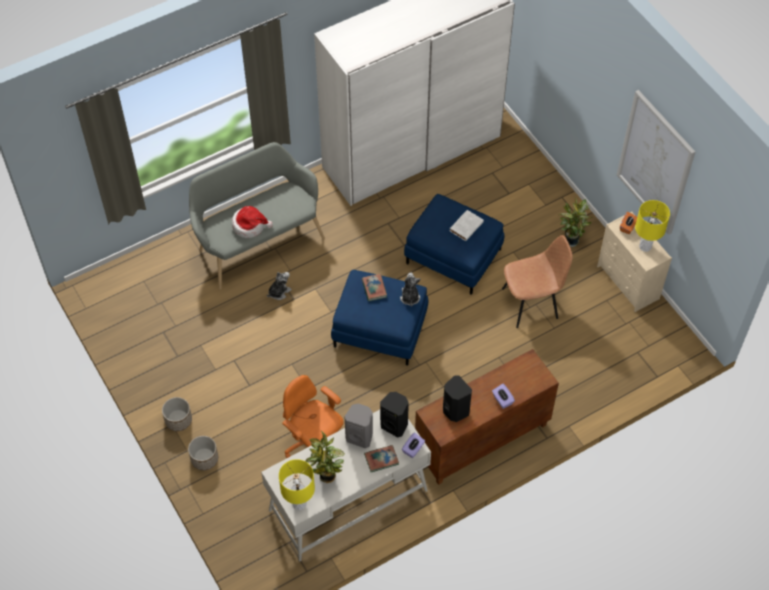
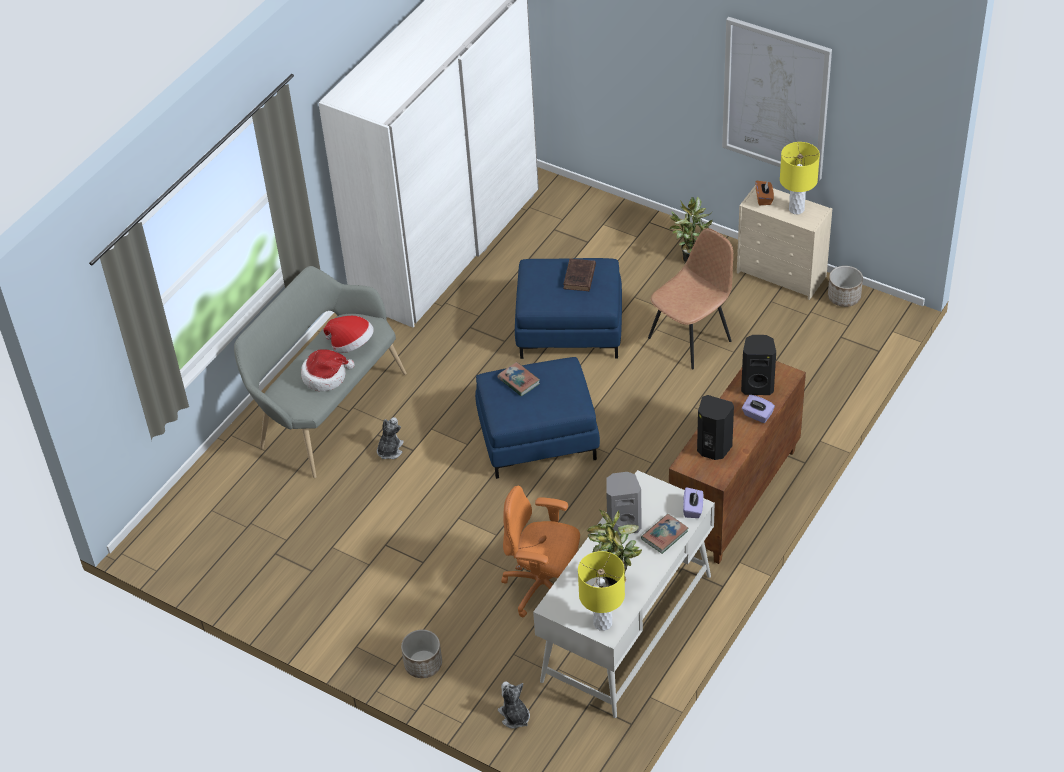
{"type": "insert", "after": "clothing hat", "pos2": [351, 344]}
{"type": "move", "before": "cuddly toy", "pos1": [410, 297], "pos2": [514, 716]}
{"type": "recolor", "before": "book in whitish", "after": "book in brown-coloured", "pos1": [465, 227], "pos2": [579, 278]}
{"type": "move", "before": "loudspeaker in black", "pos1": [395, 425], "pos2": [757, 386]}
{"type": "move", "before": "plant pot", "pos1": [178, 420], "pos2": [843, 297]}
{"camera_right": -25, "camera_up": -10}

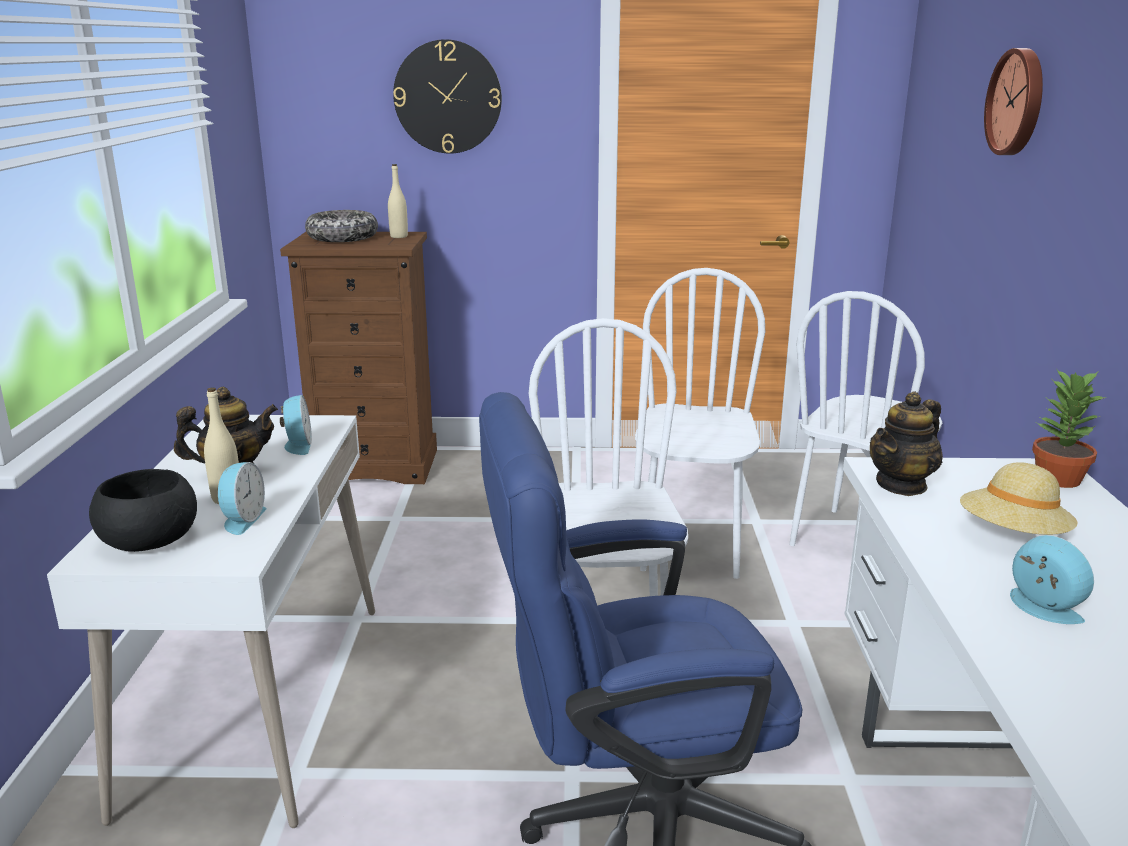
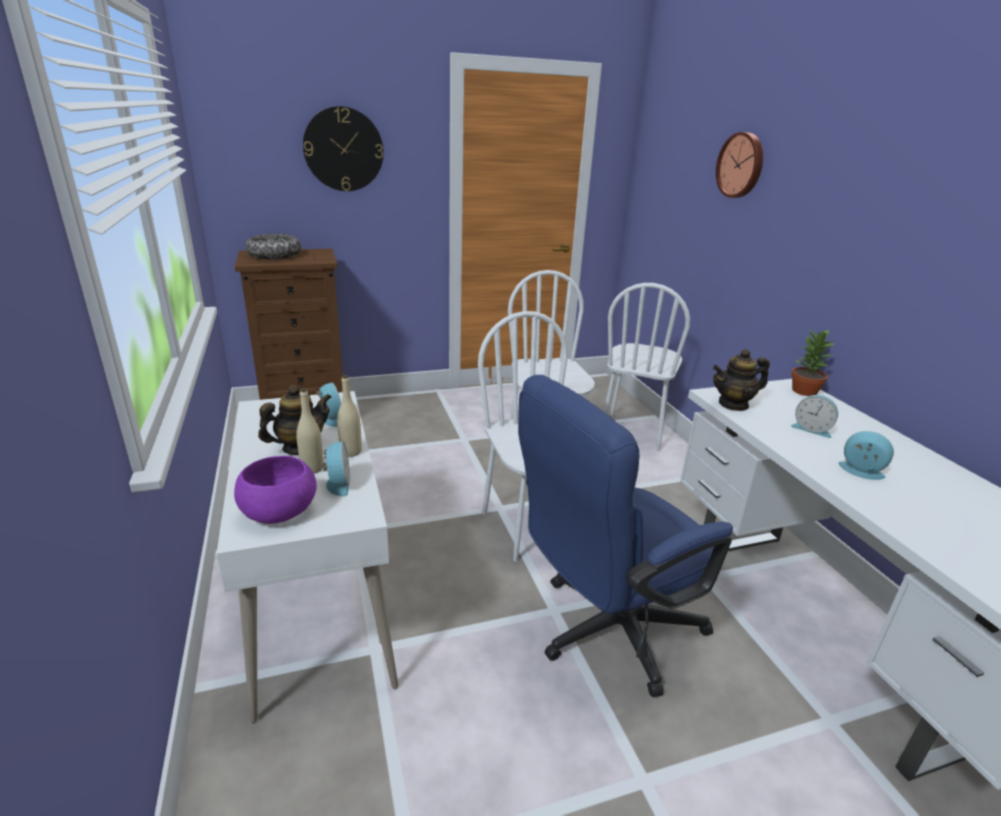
{"type": "recolor", "before": "serving bowl in black", "after": "serving bowl in purplish", "pos1": [151, 540], "pos2": [280, 510]}
{"type": "move", "before": "bottle in beige", "pos1": [399, 236], "pos2": [351, 452]}
{"type": "rotate", "before": "tea pot", "pos1": [901, 485], "pos2": [733, 404], "turn": 45}
{"type": "replace", "before": "clothing hat in beige", "after": "table clock", "pos1": [1013, 535], "pos2": [812, 429]}
{"camera_right": -20, "camera_up": 5}

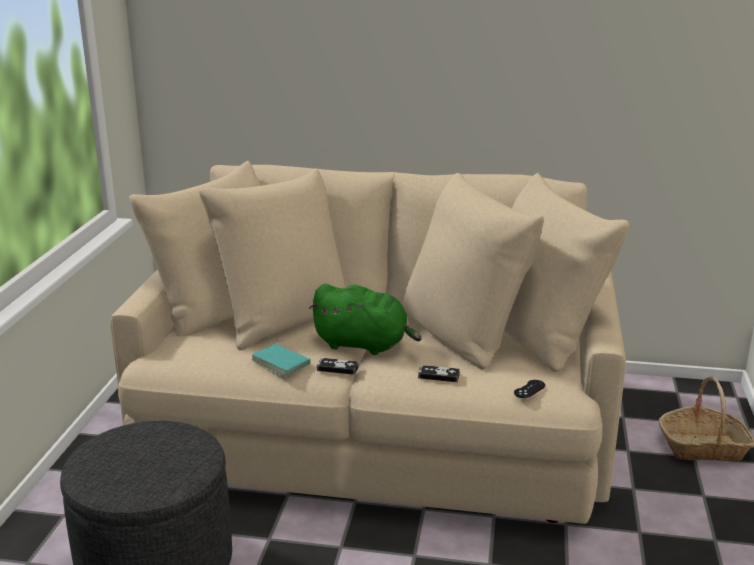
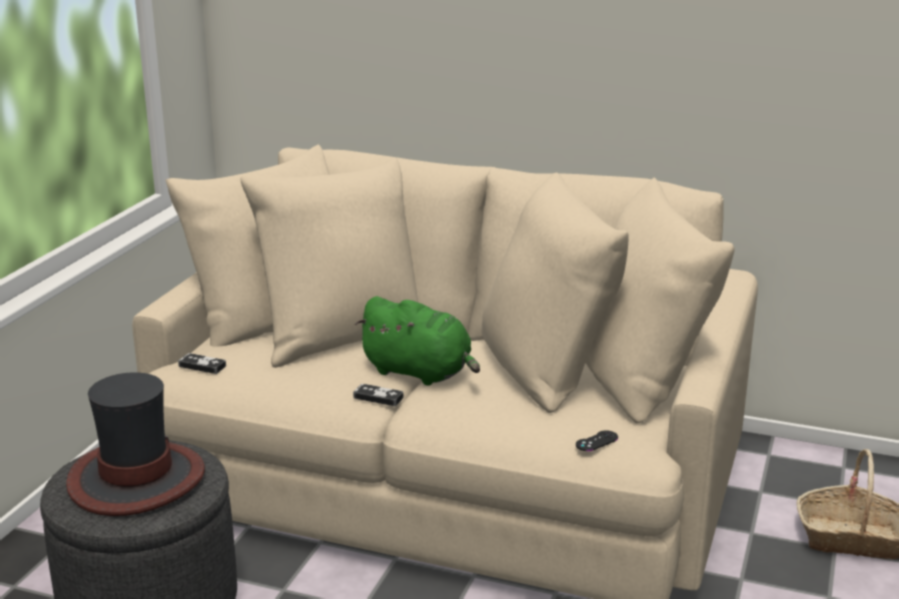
{"type": "insert", "after": "clothing hat", "pos2": [136, 479]}
{"type": "move", "before": "gamepad", "pos1": [438, 376], "pos2": [202, 366]}
{"type": "delete", "before": "book in turquoise", "pos1": [282, 362]}
{"camera_right": 10, "camera_up": 0}

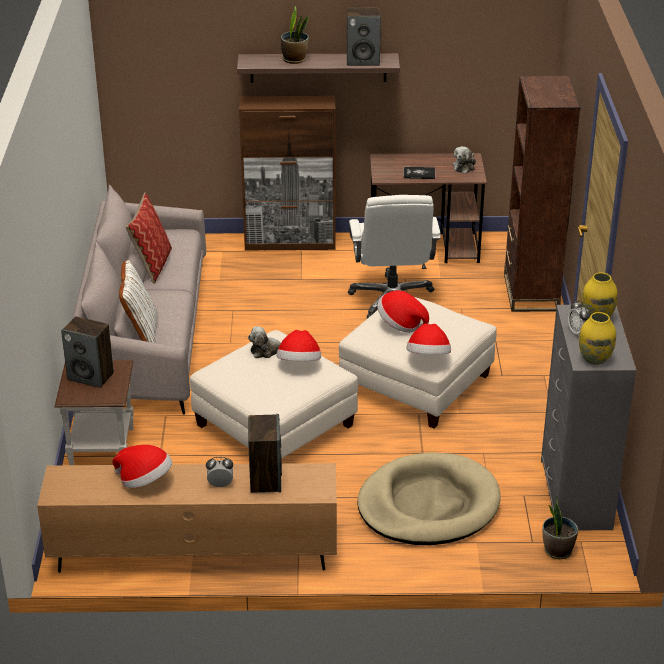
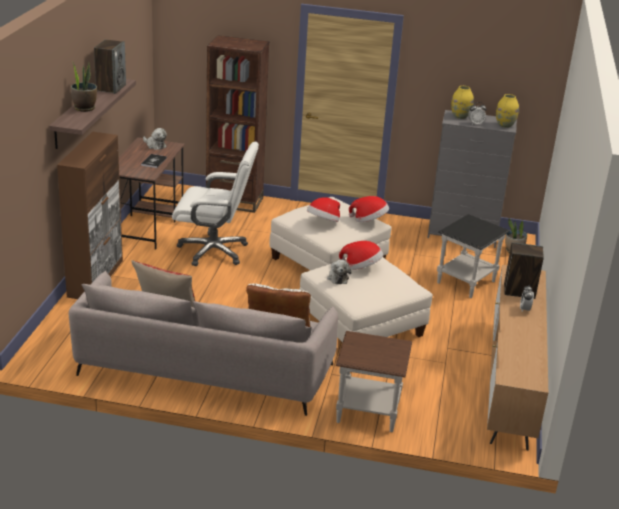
{"type": "replace", "before": "dog bed in beige", "after": "end table in black", "pos1": [428, 505], "pos2": [465, 282]}
{"type": "delete", "before": "loudspeaker", "pos1": [91, 376]}
{"type": "delete", "before": "clothing hat", "pos1": [145, 481]}
{"camera_right": -80, "camera_up": -5}

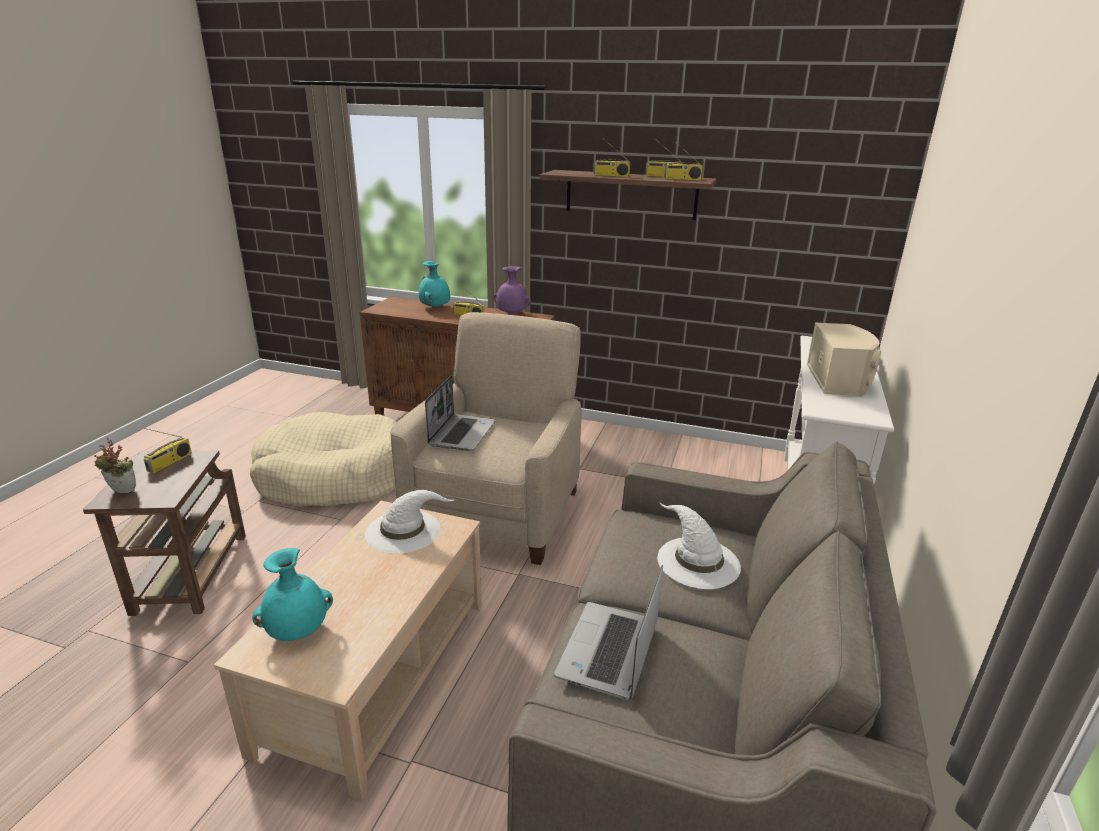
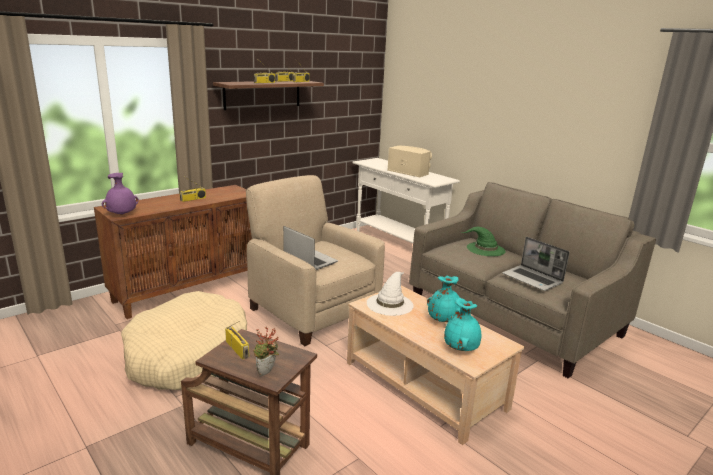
{"type": "move", "before": "vase in purplish", "pos1": [511, 314], "pos2": [122, 214]}
{"type": "move", "before": "vase in turquoise", "pos1": [435, 307], "pos2": [443, 320]}
{"type": "recolor", "before": "clothing hat in whitish", "after": "clothing hat in green", "pos1": [697, 561], "pos2": [485, 249]}
{"camera_right": -60, "camera_up": -5}

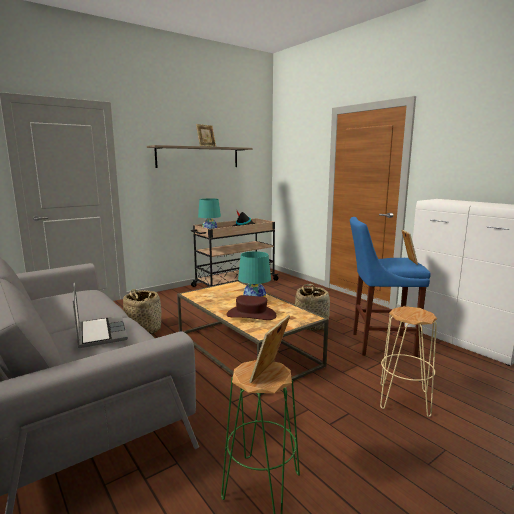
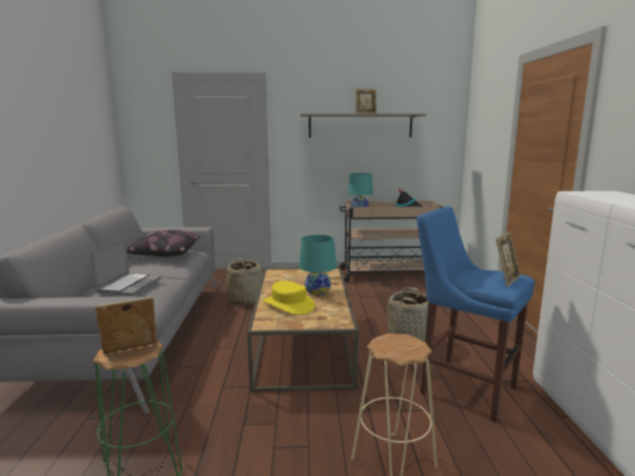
{"type": "insert", "after": "pillow", "pos2": [164, 254]}
{"type": "recolor", "before": "clothing hat in brown-coloured", "after": "clothing hat in yellowish", "pos1": [251, 315], "pos2": [289, 304]}
{"camera_right": 35, "camera_up": 0}

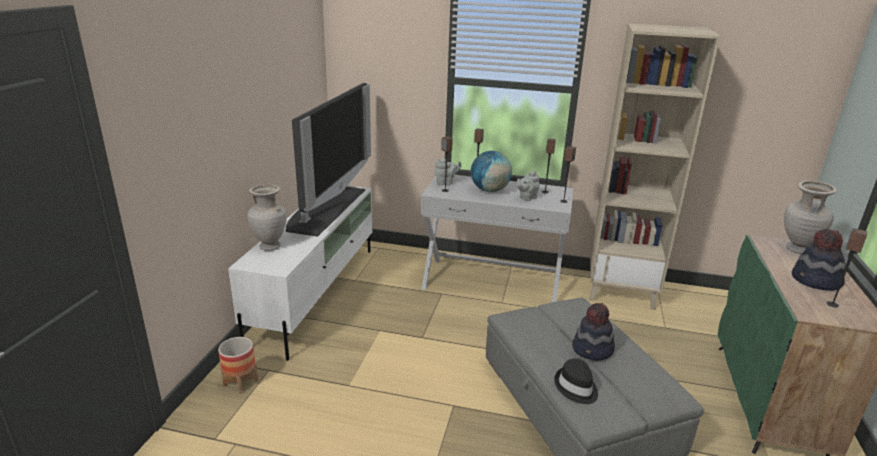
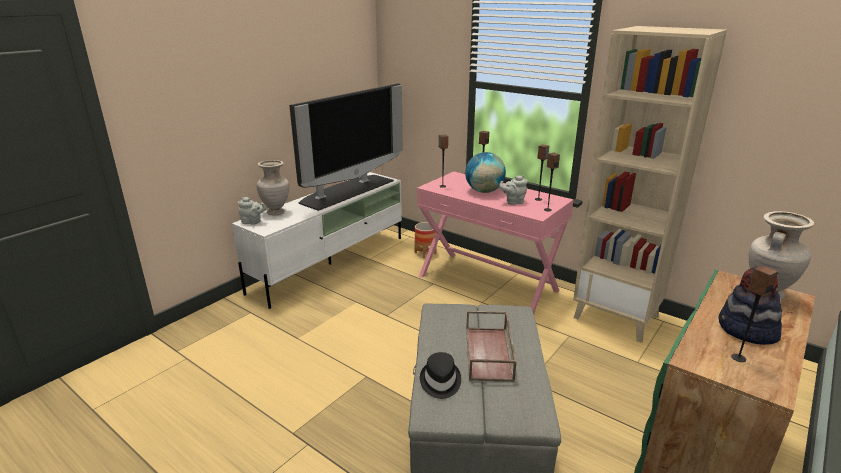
{"type": "move", "before": "tea pot in grey", "pos1": [446, 183], "pos2": [253, 222]}
{"type": "move", "before": "plant pot", "pos1": [240, 382], "pos2": [425, 253]}
{"type": "recolor", "before": "hall table in whitish", "after": "hall table in pinkish", "pos1": [492, 282], "pos2": [487, 283]}
{"type": "replace", "before": "clothing hat", "after": "serving tray in brown-coloured", "pos1": [593, 350], "pos2": [489, 354]}
{"camera_right": 25, "camera_up": 0}

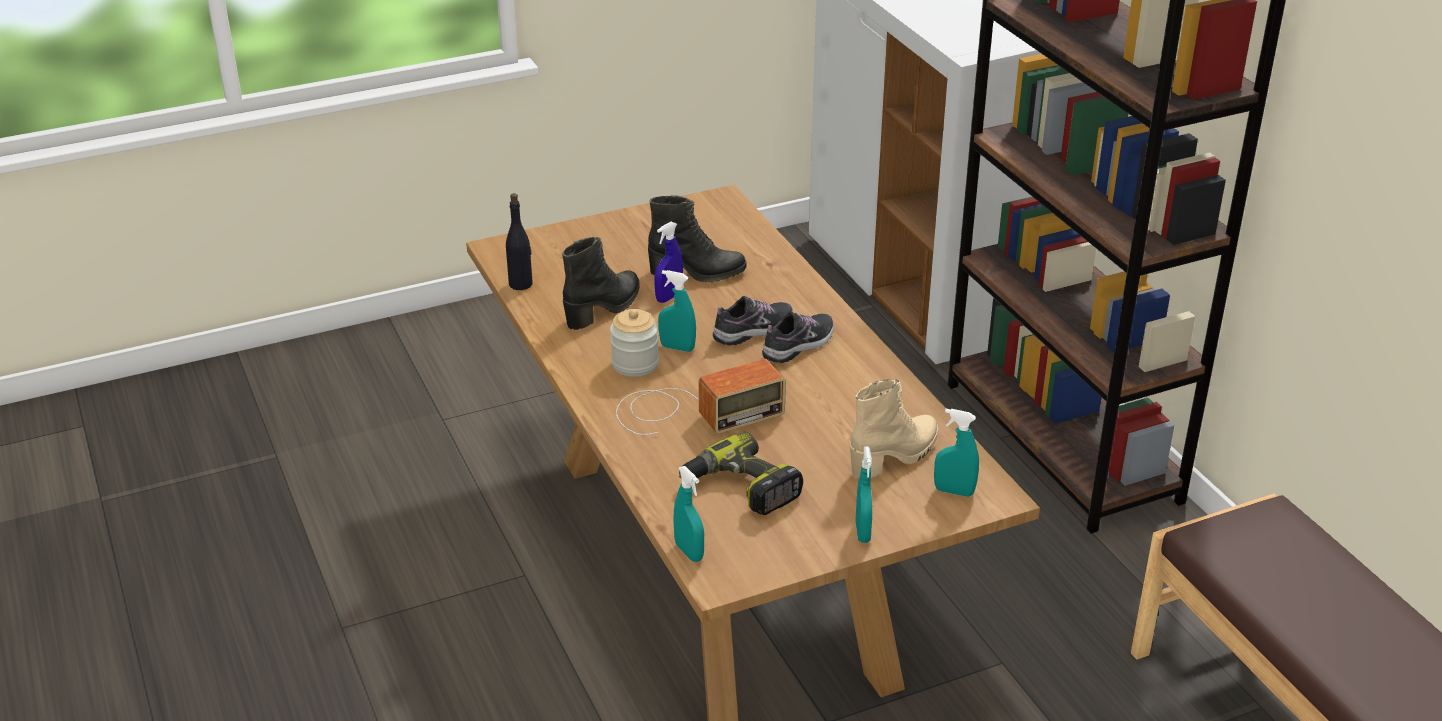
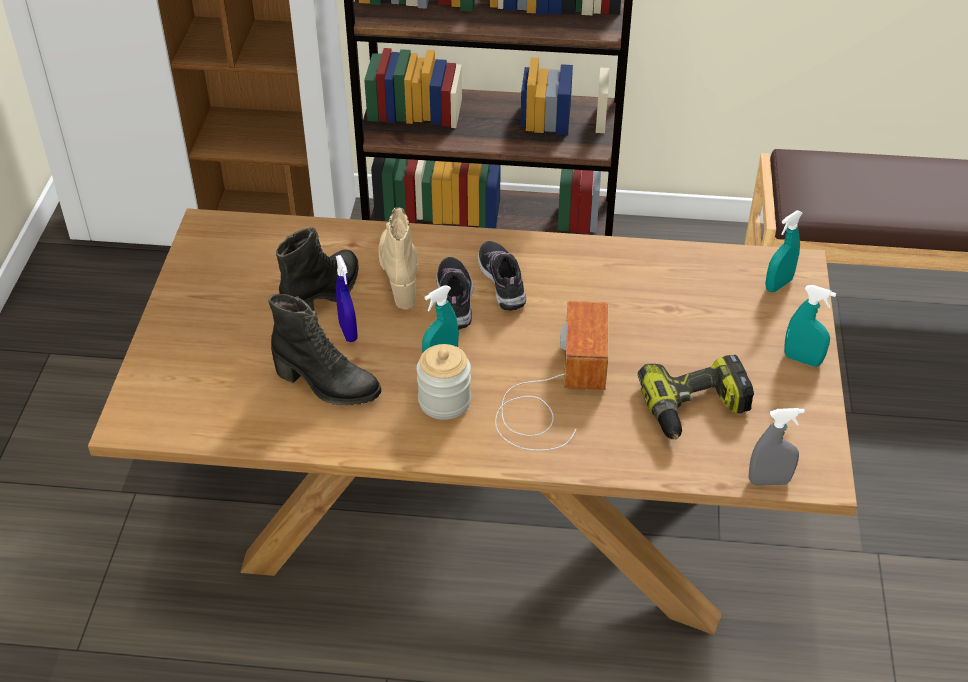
{"type": "rotate", "before": "boot in black", "pos1": [604, 308], "pos2": [326, 385], "turn": 135}
{"type": "move", "before": "boot in beige", "pos1": [895, 456], "pos2": [400, 274]}
{"type": "recolor", "before": "sprayer in turquoise", "after": "sprayer in grey", "pos1": [689, 552], "pos2": [769, 481]}
{"type": "delete", "before": "bottle in black", "pos1": [521, 284]}
{"camera_right": -60, "camera_up": 10}

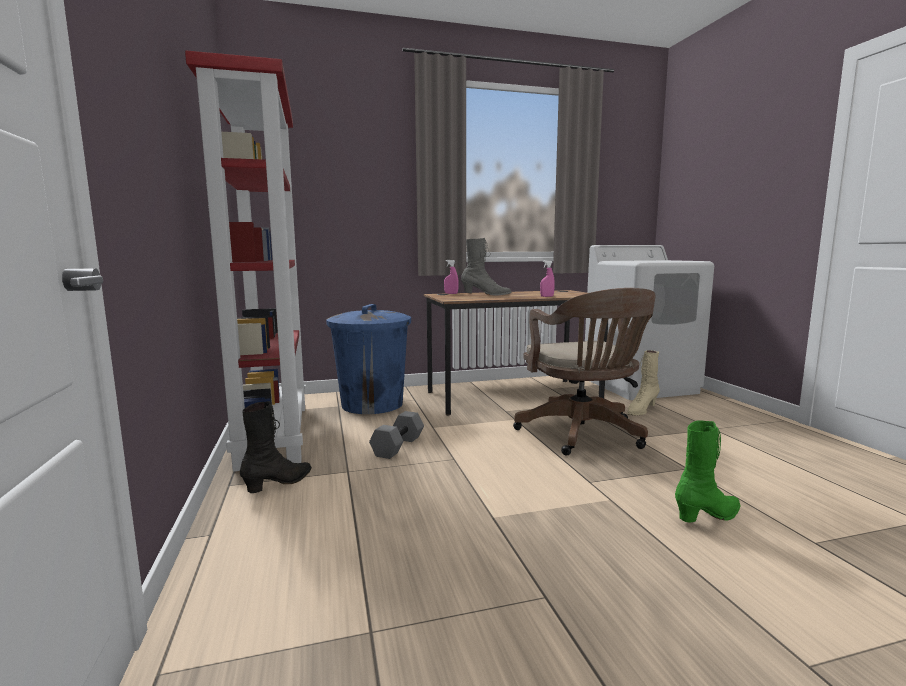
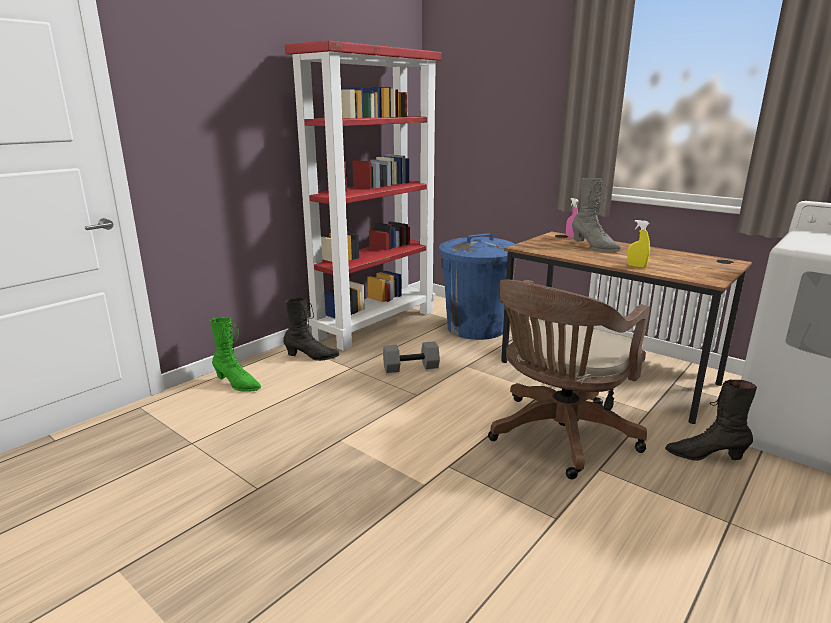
{"type": "move", "before": "boot in green", "pos1": [709, 516], "pos2": [237, 384]}
{"type": "recolor", "before": "sprayer in pinkish", "after": "sprayer in yellowish", "pos1": [547, 296], "pos2": [636, 266]}
{"type": "recolor", "before": "boot in beige", "after": "boot in black", "pos1": [641, 410], "pos2": [704, 456]}
{"camera_right": 55, "camera_up": 10}

